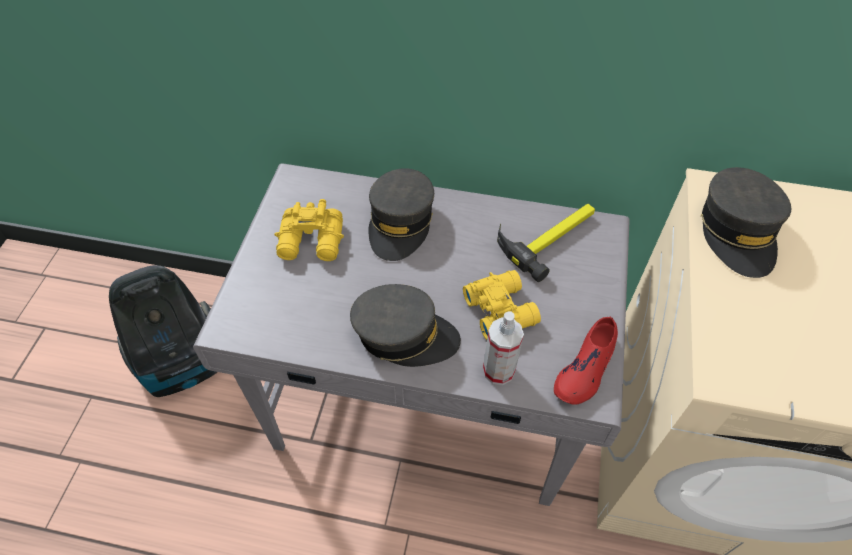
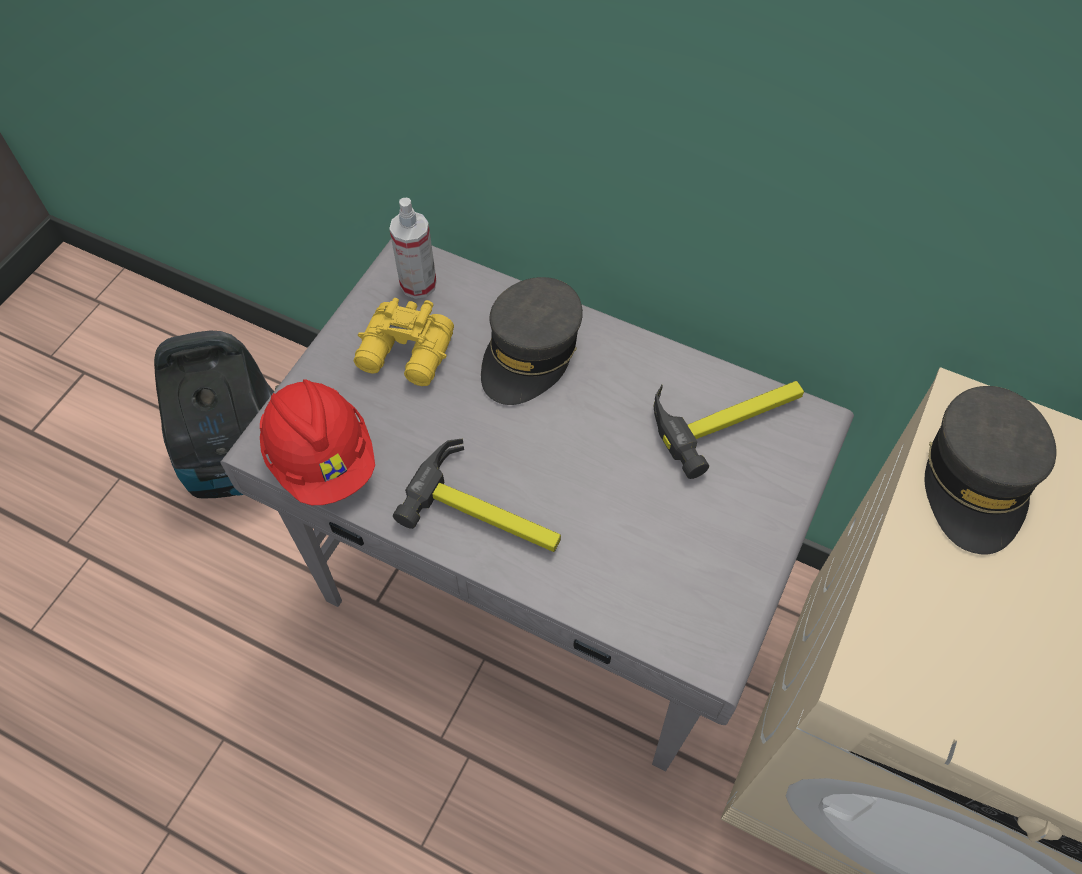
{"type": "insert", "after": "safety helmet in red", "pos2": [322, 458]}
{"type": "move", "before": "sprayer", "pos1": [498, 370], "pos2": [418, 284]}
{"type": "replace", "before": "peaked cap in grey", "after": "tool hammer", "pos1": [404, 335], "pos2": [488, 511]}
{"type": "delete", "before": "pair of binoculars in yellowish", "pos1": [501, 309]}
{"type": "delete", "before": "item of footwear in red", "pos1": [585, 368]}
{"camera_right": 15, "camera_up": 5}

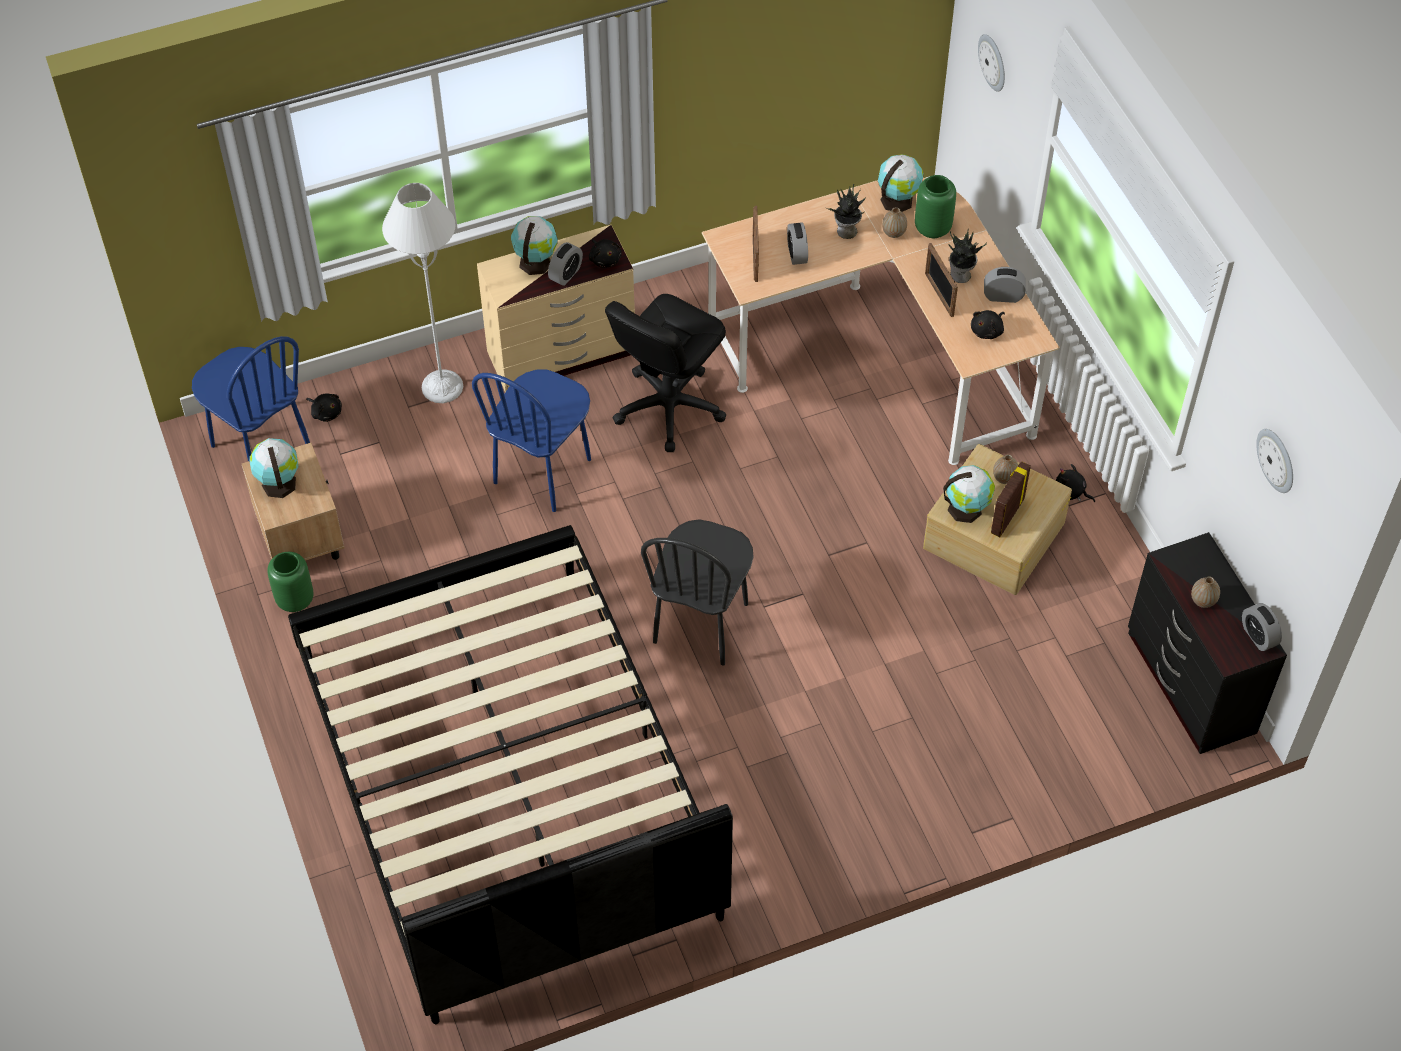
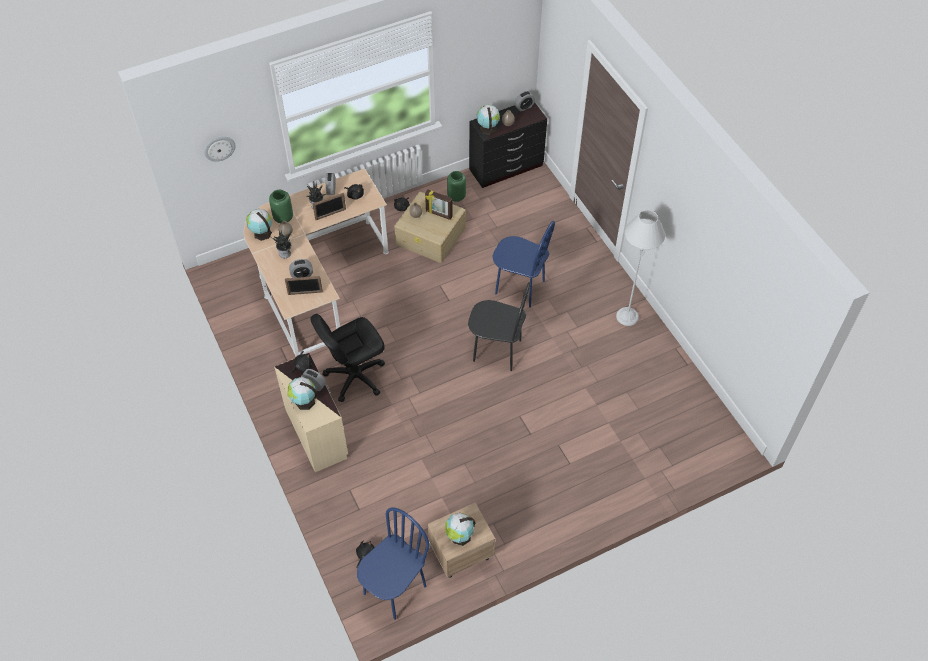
{"type": "rotate", "before": "computer chair in black", "pos1": [668, 407], "pos2": [355, 376], "turn": 120}
{"type": "move", "before": "vase in green", "pos1": [295, 600], "pos2": [457, 196]}
{"type": "move", "before": "desk globe", "pos1": [967, 508], "pos2": [487, 128]}
{"type": "move", "before": "upright chair in blue-coloured", "pos1": [543, 471], "pos2": [519, 287]}
{"type": "move", "before": "floor lamp in grey", "pos1": [442, 386], "pos2": [627, 316]}
{"type": "delete", "before": "bedroom bed in black", "pos1": [506, 785]}
{"type": "delete", "before": "hanging clock", "pos1": [1277, 460]}
{"camera_right": -95, "camera_up": 0}

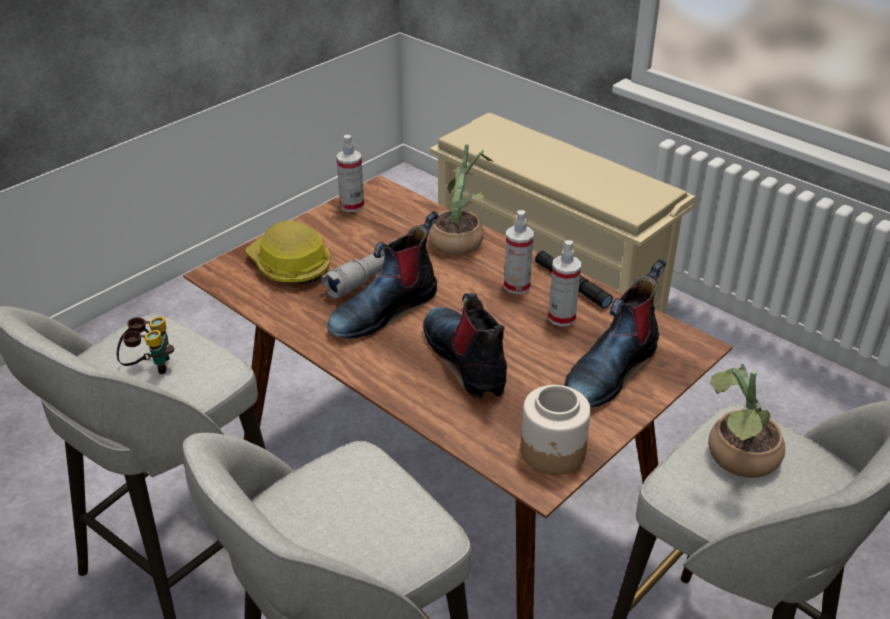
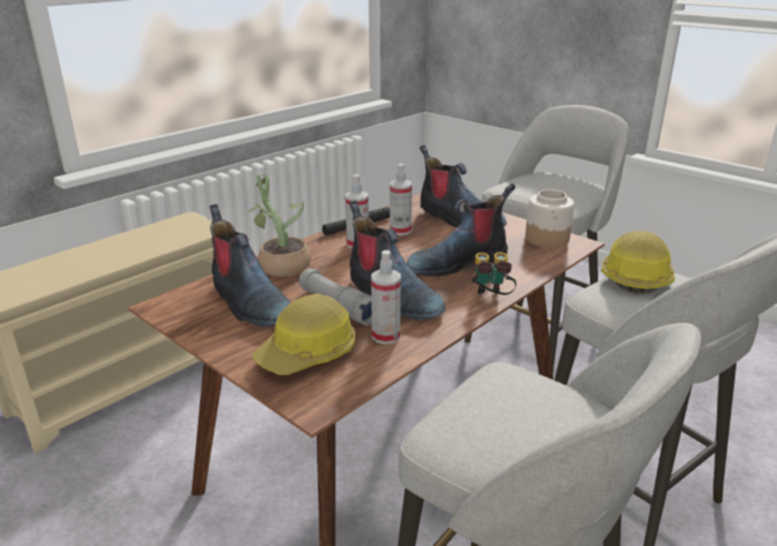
{"type": "insert", "after": "boot", "pos2": [249, 303]}
{"type": "move", "before": "sprayer", "pos1": [352, 205], "pos2": [386, 336]}
{"type": "move", "before": "pair of binoculars", "pos1": [149, 366], "pos2": [490, 299]}
{"type": "insert", "after": "safety helmet", "pos2": [634, 276]}
{"type": "delete", "before": "potted plant", "pos1": [737, 460]}
{"camera_right": -90, "camera_up": -10}

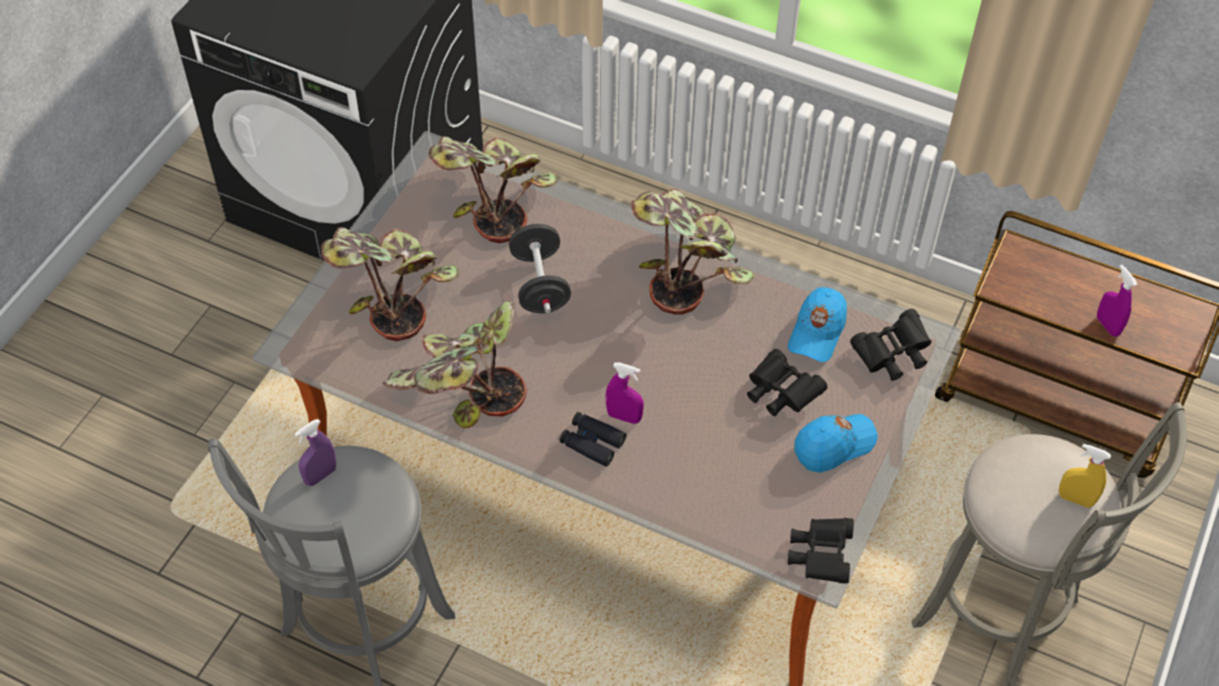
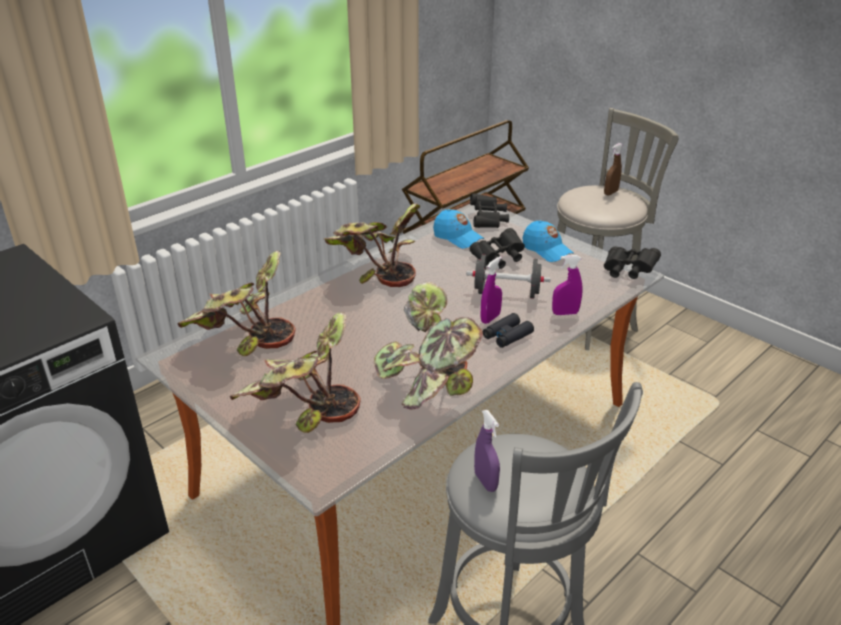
{"type": "move", "before": "dumbbell in black", "pos1": [540, 284], "pos2": [506, 293]}
{"type": "rotate", "before": "peaked cap in blue-coloured", "pos1": [833, 445], "pos2": [546, 250], "turn": 150}
{"type": "move", "before": "sprayer in purplish", "pos1": [1107, 326], "pos2": [565, 313]}
{"type": "recolor", "before": "sprayer in yellowish", "after": "sprayer in brown-coloured", "pos1": [1075, 499], "pos2": [610, 193]}
{"camera_right": -70, "camera_up": -20}

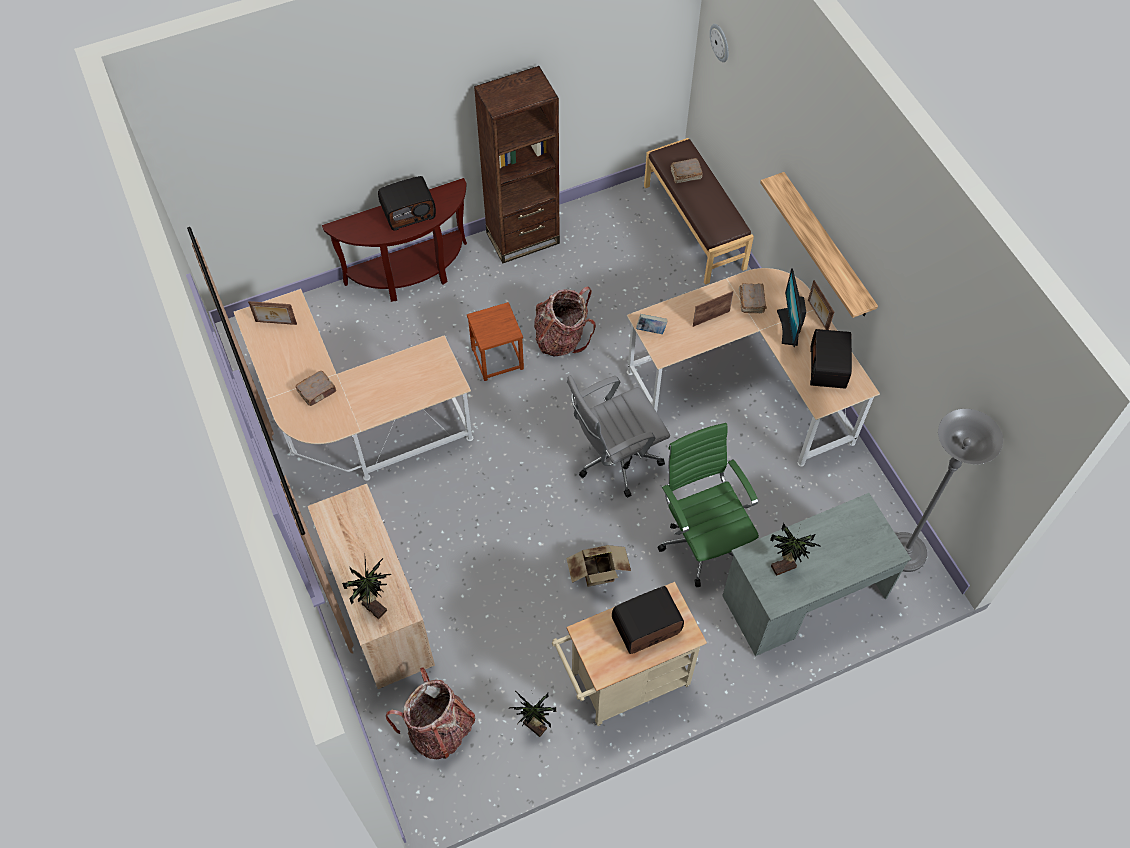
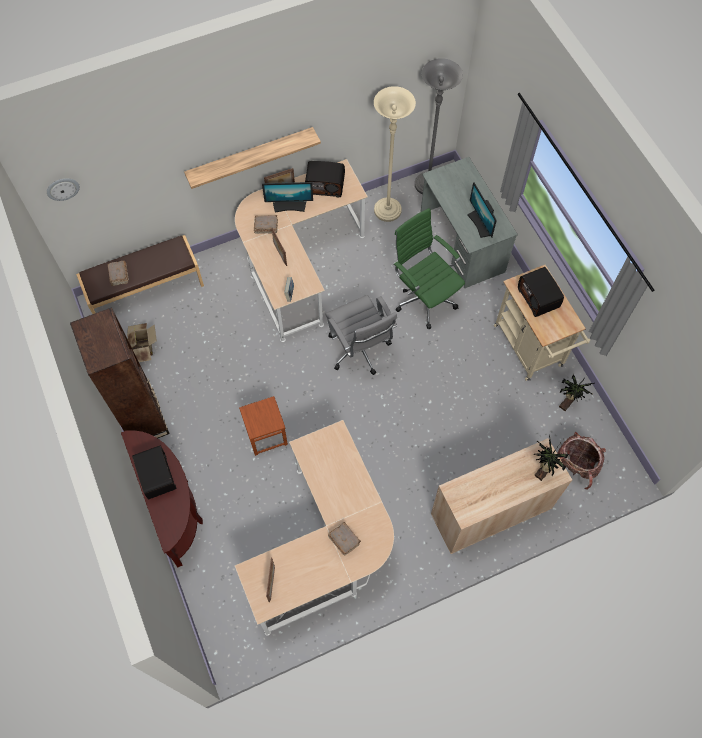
{"type": "move", "before": "carton", "pos1": [599, 575], "pos2": [144, 348]}
{"type": "insert", "after": "floor lamp in beige", "pos2": [387, 210]}
{"type": "rotate", "before": "computer chair in green", "pos1": [702, 541], "pos2": [423, 298], "turn": 75}
{"type": "replace", "before": "potted plant", "after": "computer display", "pos1": [784, 568], "pos2": [480, 224]}
{"type": "delete", "before": "backpack", "pos1": [561, 338]}
{"camera_right": -90, "camera_up": 5}

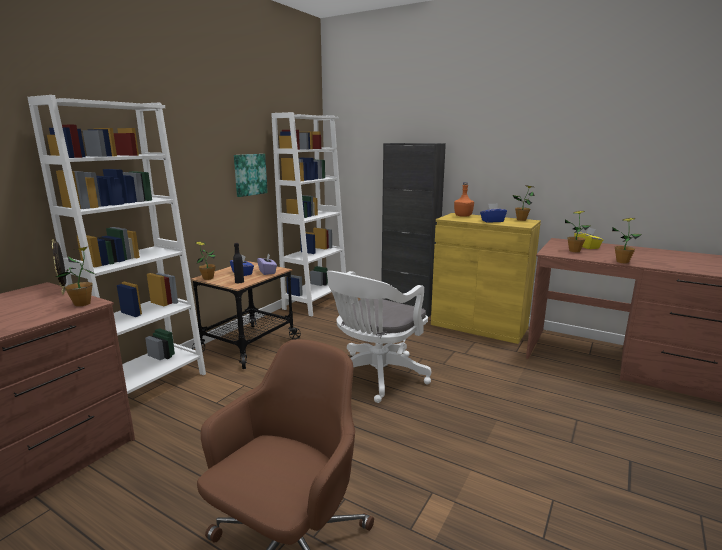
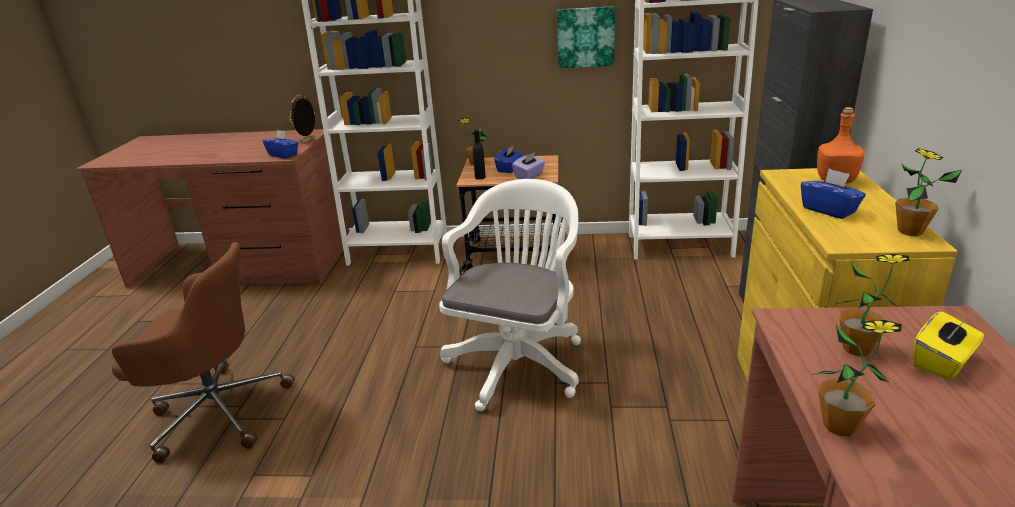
{"type": "replace", "before": "potted plant", "after": "box of tissues in blue-coloured", "pos1": [82, 304], "pos2": [283, 155]}
{"type": "rotate", "before": "computer chair in whitish", "pos1": [375, 377], "pos2": [518, 361], "turn": 105}
{"camera_right": 65, "camera_up": 10}

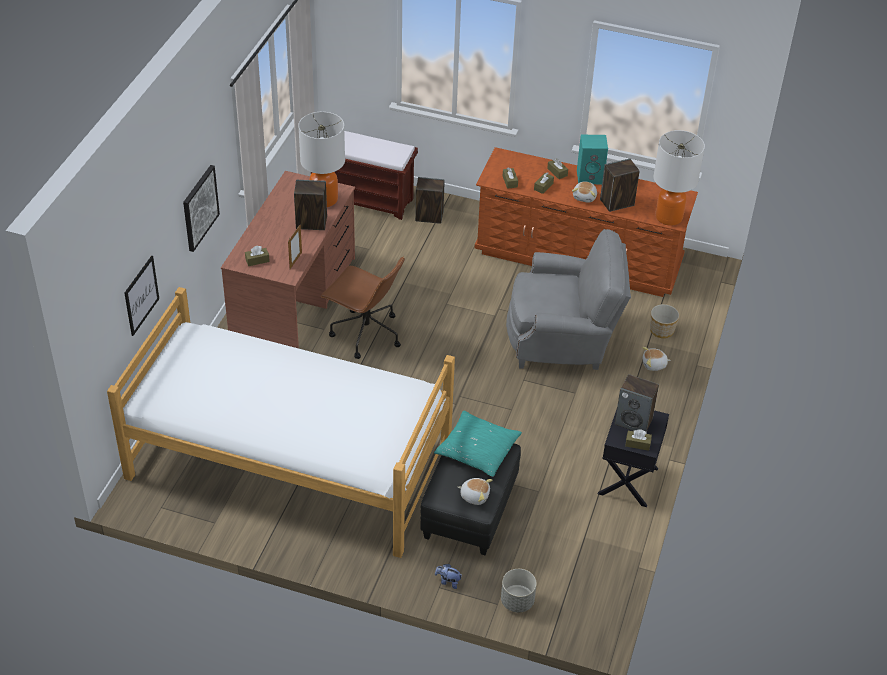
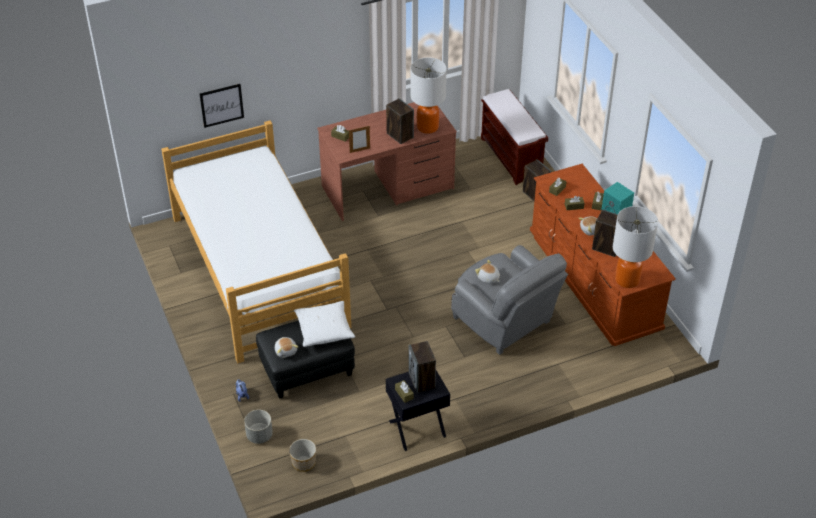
{"type": "move", "before": "plant pot", "pos1": [661, 330], "pos2": [304, 462]}
{"type": "recolor", "before": "pillow in turquoise", "after": "pillow in whitish", "pos1": [477, 450], "pos2": [324, 329]}
{"type": "move", "before": "cuddly toy", "pos1": [654, 365], "pos2": [488, 278]}
{"type": "delete", "before": "picture", "pos1": [199, 207]}
{"type": "delete", "before": "computer chair in brown-coloured", "pos1": [365, 333]}
{"camera_right": 50, "camera_up": 0}

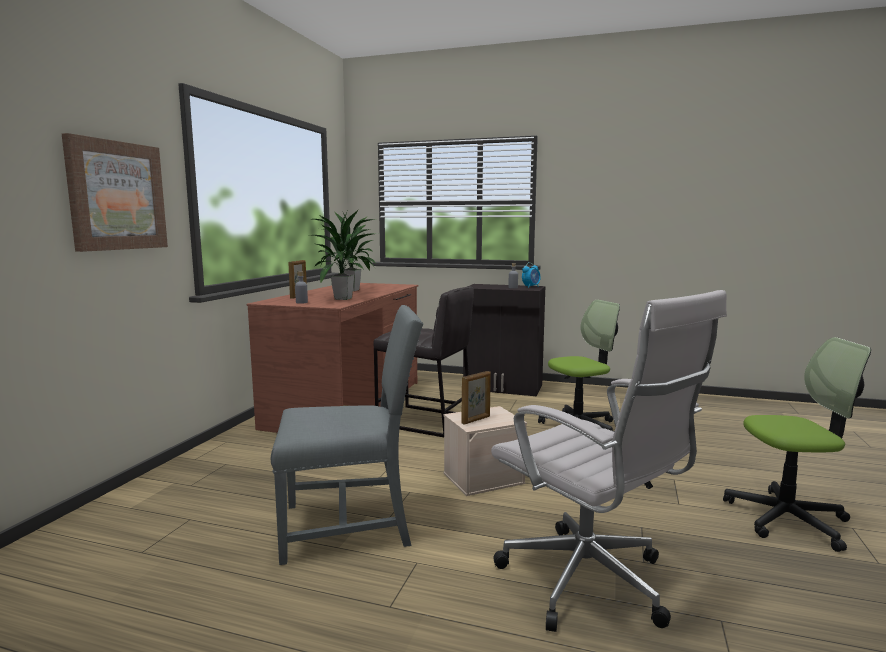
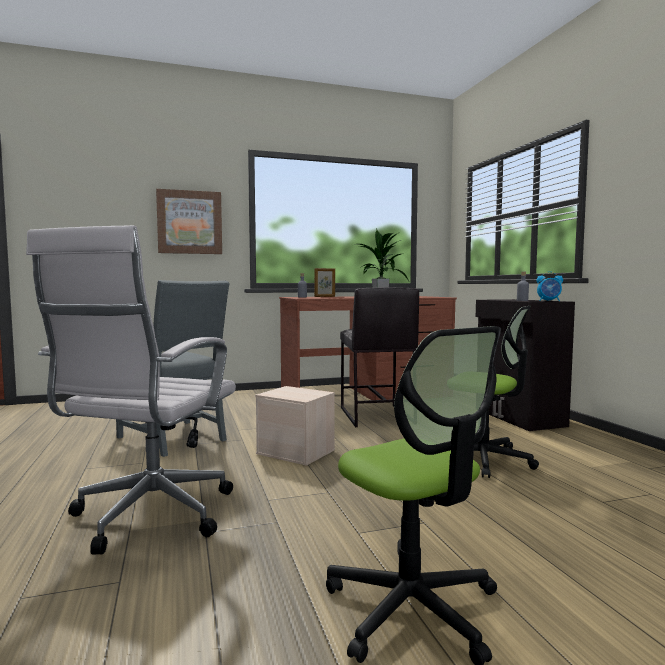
{"type": "delete", "before": "potted plant", "pos1": [342, 298]}
{"type": "delete", "before": "picture frame", "pos1": [476, 420]}
{"camera_right": 55, "camera_up": -5}

